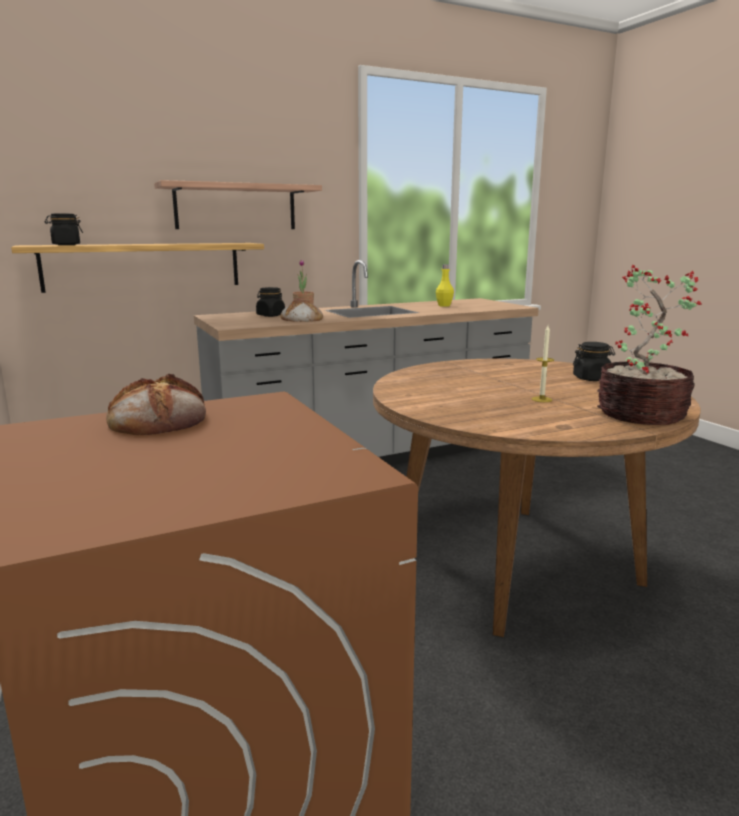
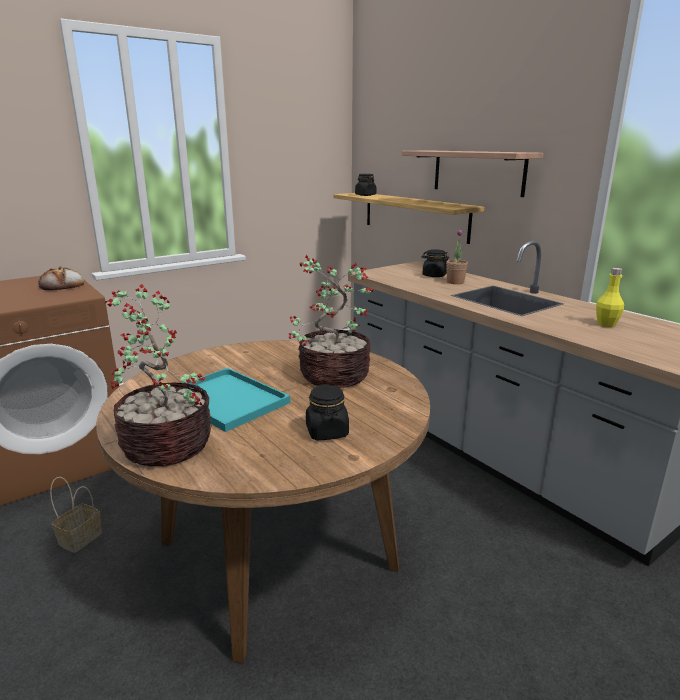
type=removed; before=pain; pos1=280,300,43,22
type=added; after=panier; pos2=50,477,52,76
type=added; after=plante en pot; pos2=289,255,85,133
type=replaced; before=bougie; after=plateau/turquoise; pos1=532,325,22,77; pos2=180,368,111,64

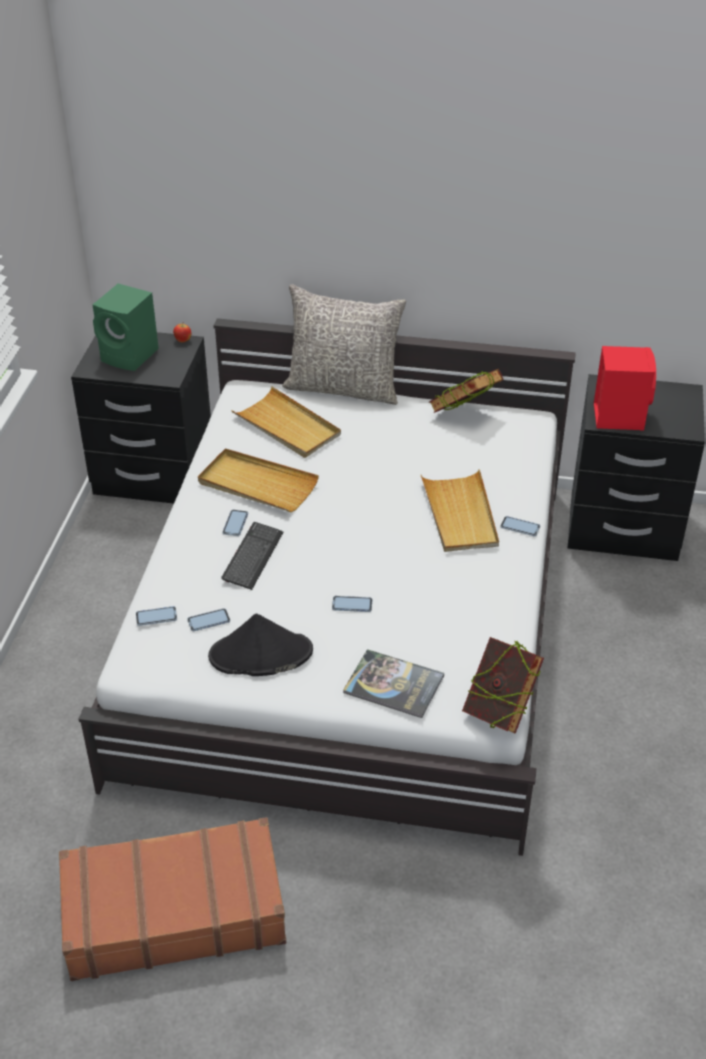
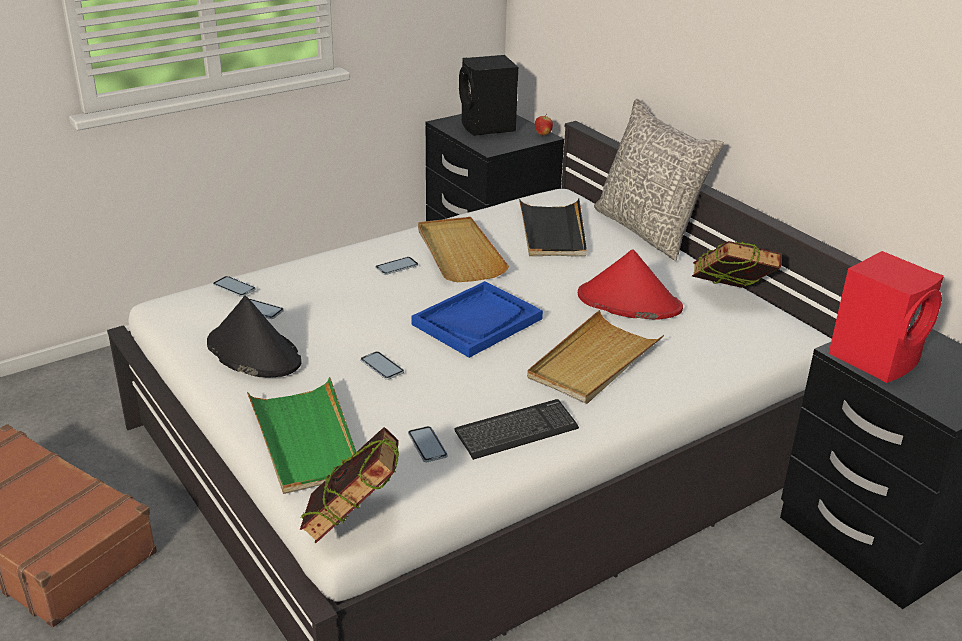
type=added; after=plateau/bleu; pos2=411,281,132,77
type=added; after=chapeau/rouge; pos2=578,249,105,71
type=moved; before=clavier; pos1=221,522,62,68; pos2=455,399,124,61
type=moved; before=téléphone; pos1=501,516,39,20; pos2=408,426,39,36
type=replaced; before=livre; after=plateau/vert; pos1=343,649,101,69; pos2=247,377,109,117
type=recoloured; before=enceinte/vert; after=enceinte/noir; pos1=92,284,67,87; pos2=459,55,59,81
type=recoloured; before=plateau/beige; after=plateau/noir; pos1=231,386,110,72; pos2=519,198,68,59

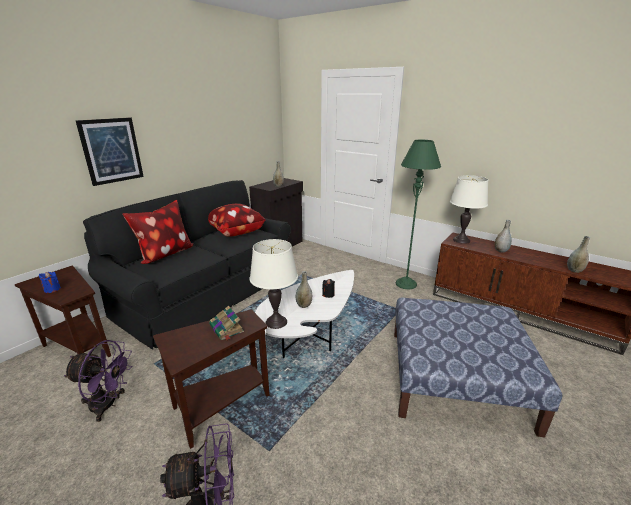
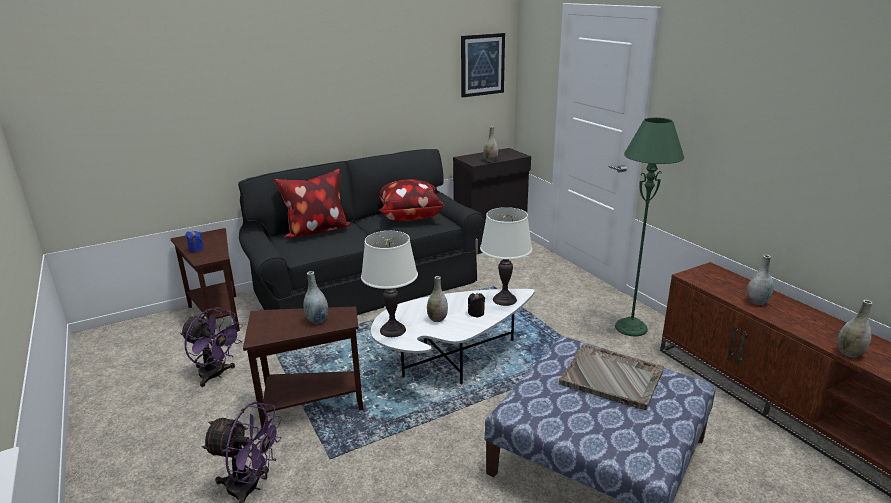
type=added; after=plateau/gris; pos2=559,344,105,66
type=moved; before=tableau; pos1=76,117,68,69; pos2=461,33,44,64
type=moved; before=lampe de table/blanc; pos1=450,175,39,69; pos2=480,207,52,99
type=replaced; before=livre; after=vase/gris; pos1=209,306,35,34; pos2=304,271,24,53

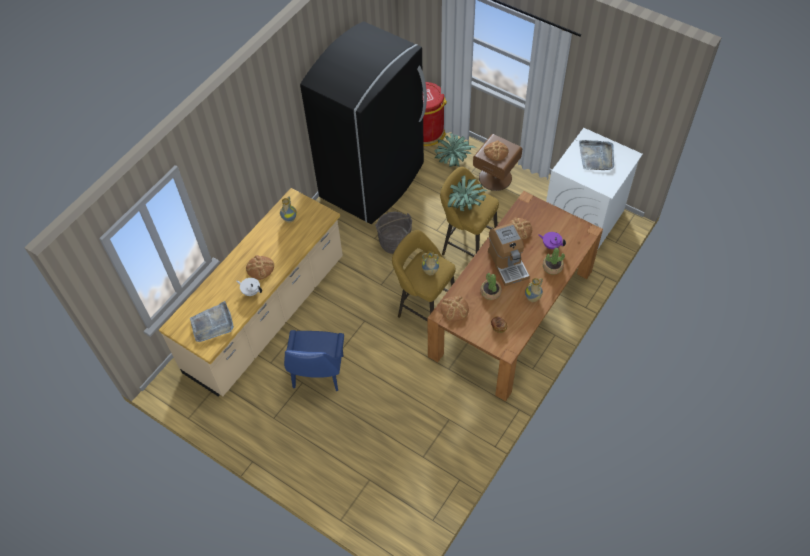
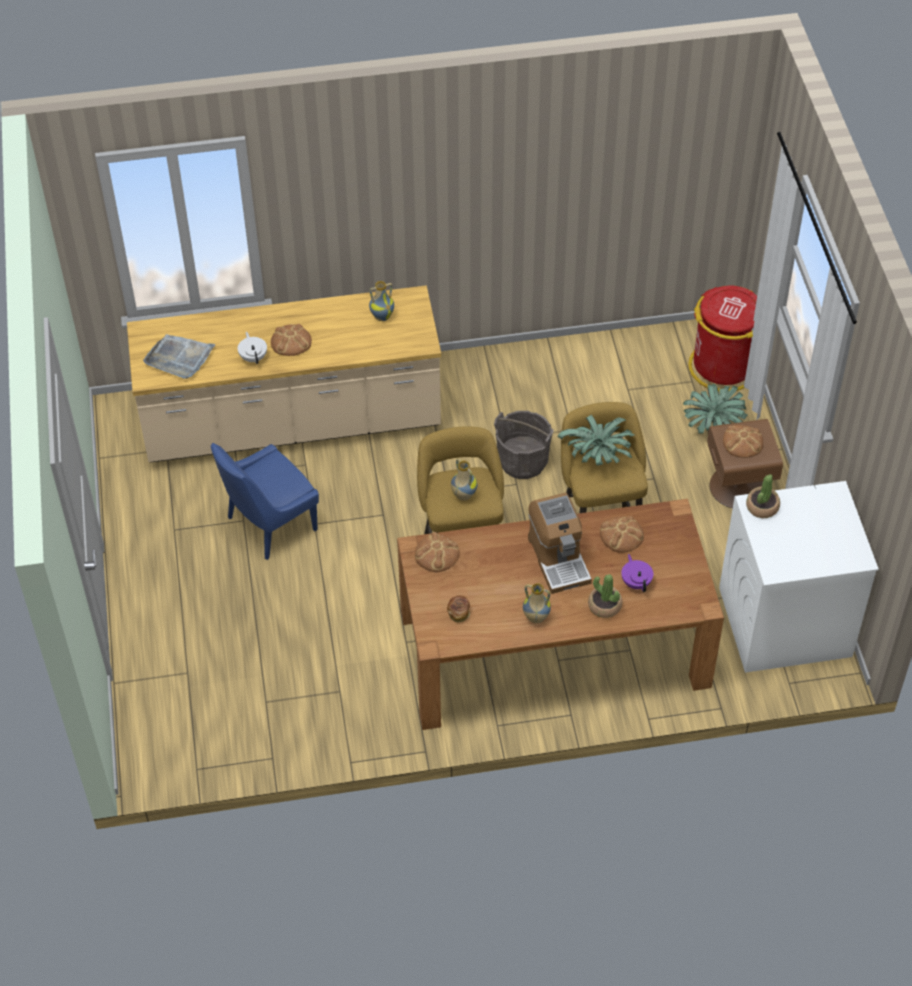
type=removed; before=réfrigérateur/noir; pos1=300,21,127,203
type=removed; before=plateau/gris; pos1=579,140,35,30
type=moved; before=plante en pot; pos1=480,273,22,27; pos2=746,474,34,44
type=turned; before=machine à café; pos1=488,223,42,63; pos2=528,493,64,101; turn=-45

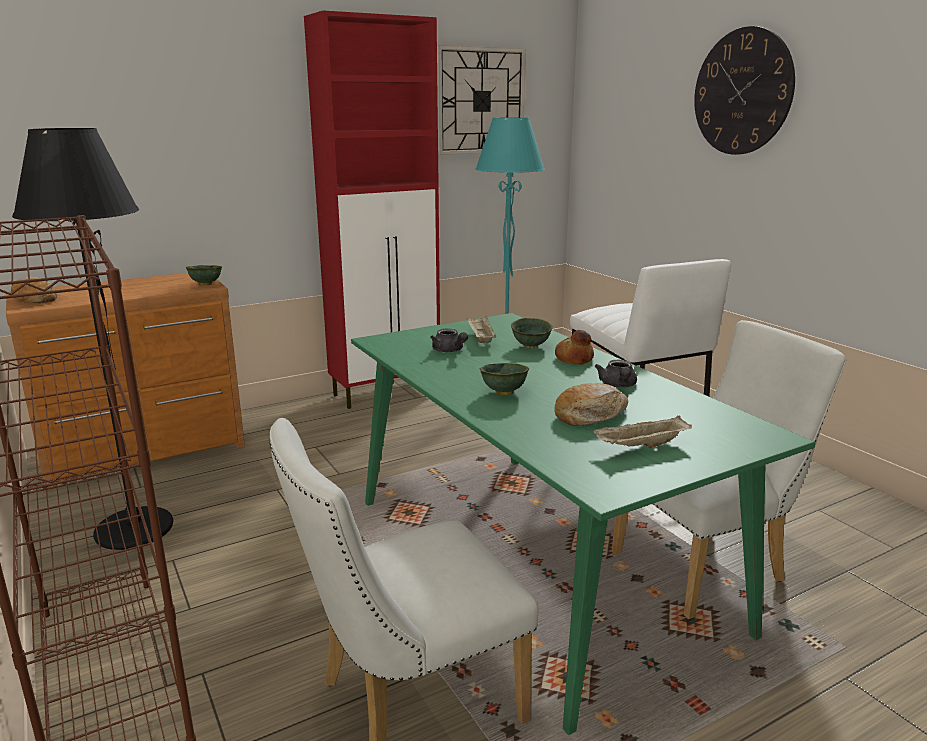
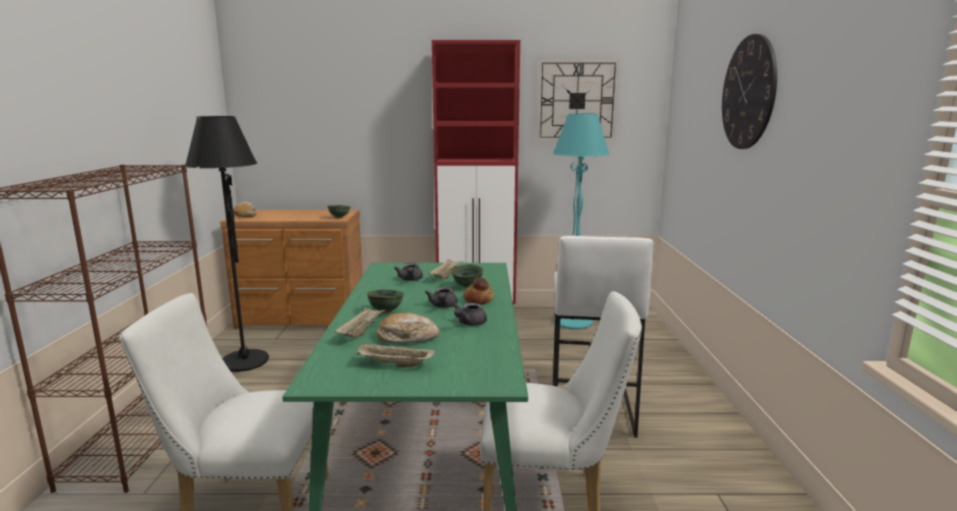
type=added; after=plateau/beige; pos2=334,307,51,31
type=added; after=théière/gris; pos2=425,287,33,21

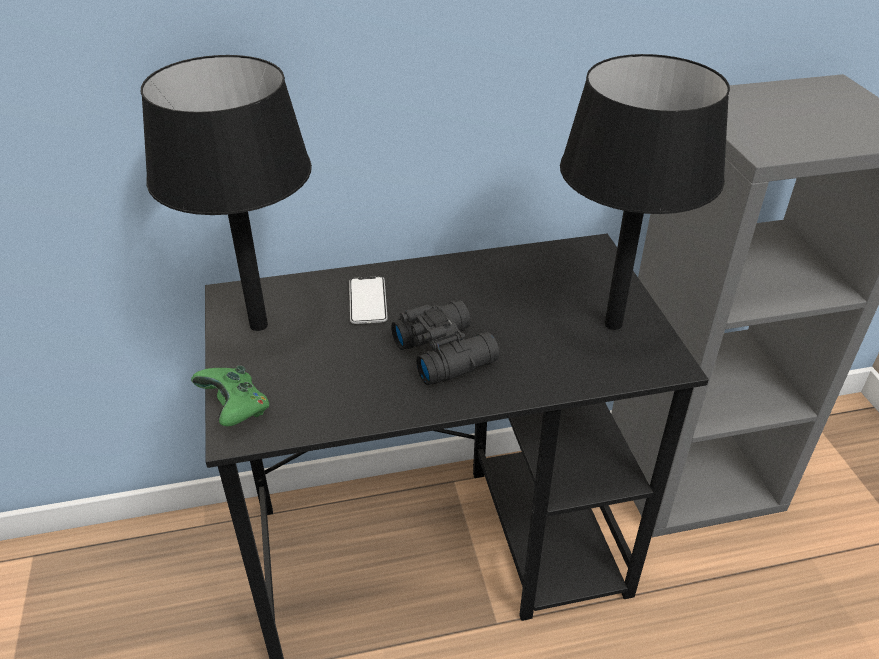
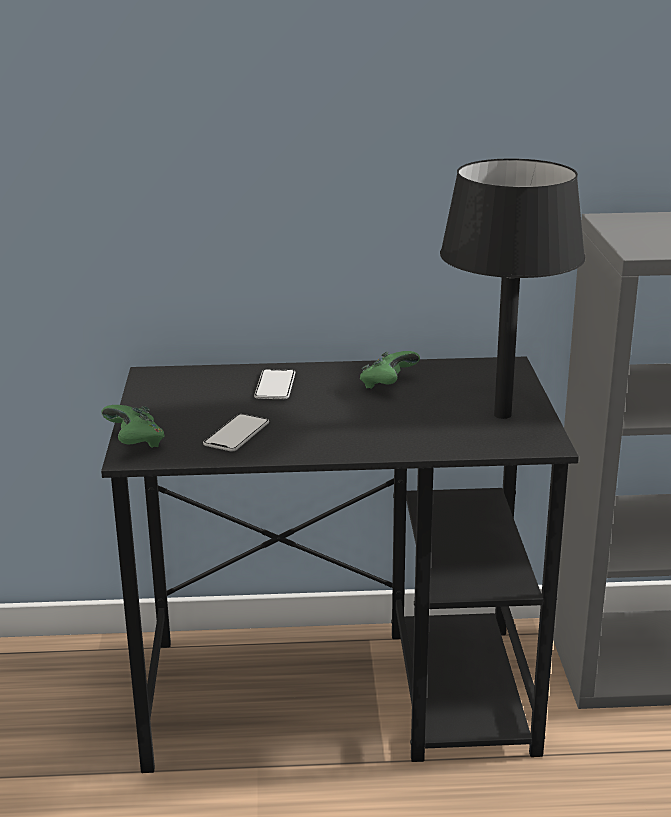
type=removed; before=lampe de table/noir; pos1=141,55,171,276
type=removed; before=jumelles/noir; pos1=391,301,108,84
type=added; after=téléphone; pos2=203,414,66,37
type=added; after=manette/vert; pos2=360,351,60,38

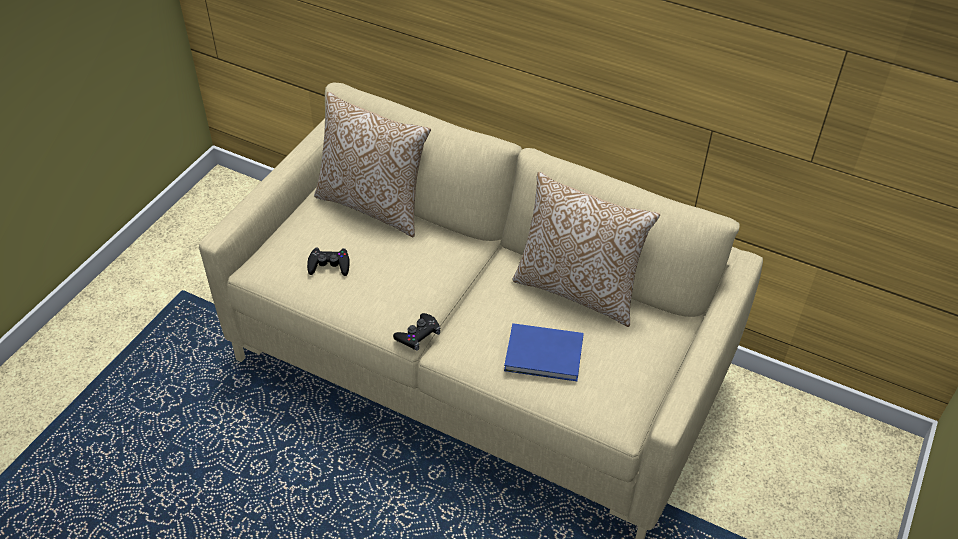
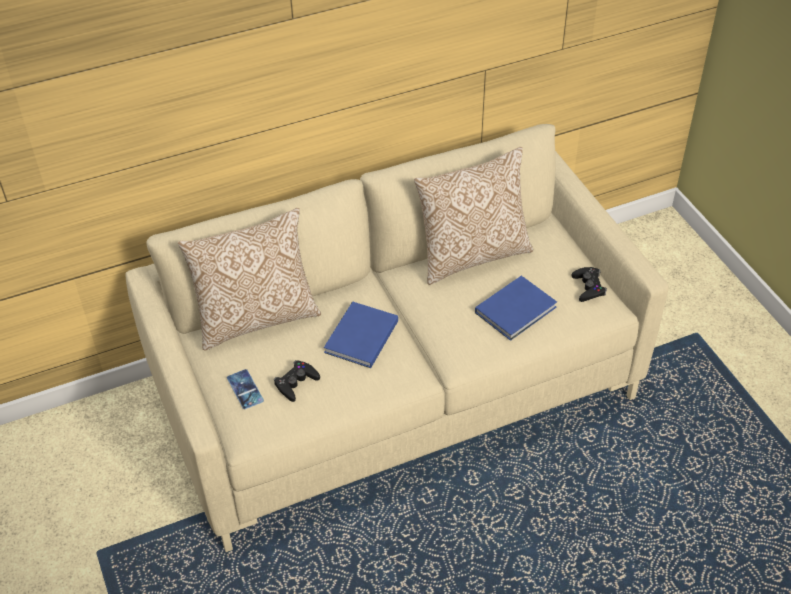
type=added; after=téléphone; pos2=227,369,37,40
type=added; after=livre/bleu; pos2=324,301,74,67
type=moved; before=manette/noir; pos1=393,313,47,38; pos2=571,267,36,35

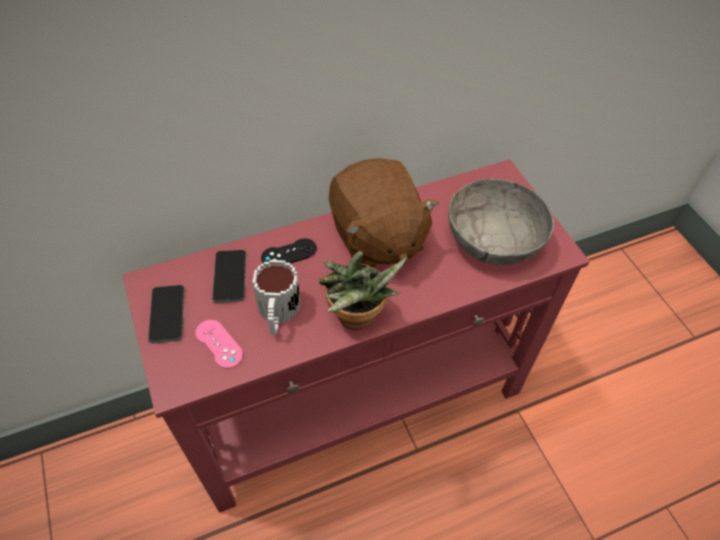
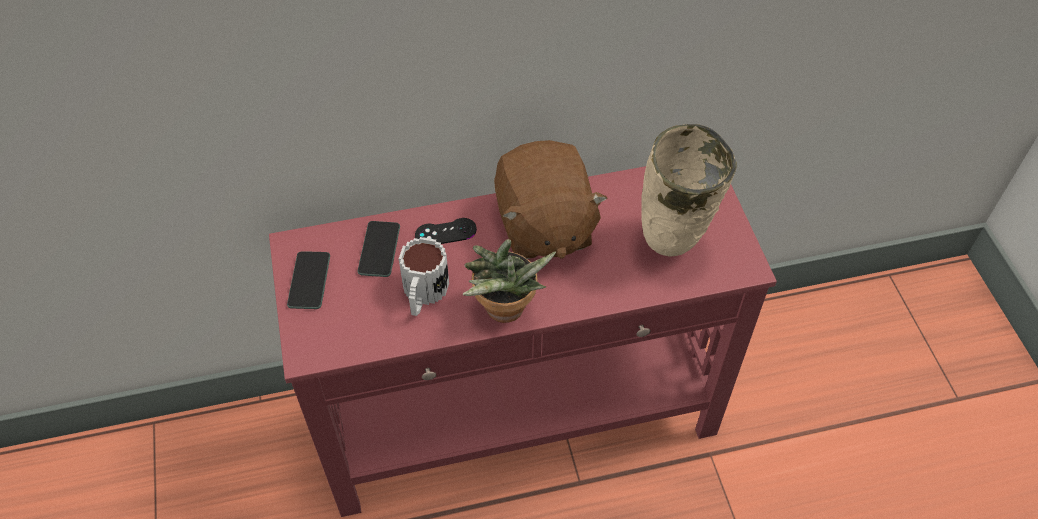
type=removed; before=manette/rose; pos1=195,320,48,49
type=replaced; before=bol/gris; after=vase/beige; pos1=448,179,106,86; pos2=641,124,96,133

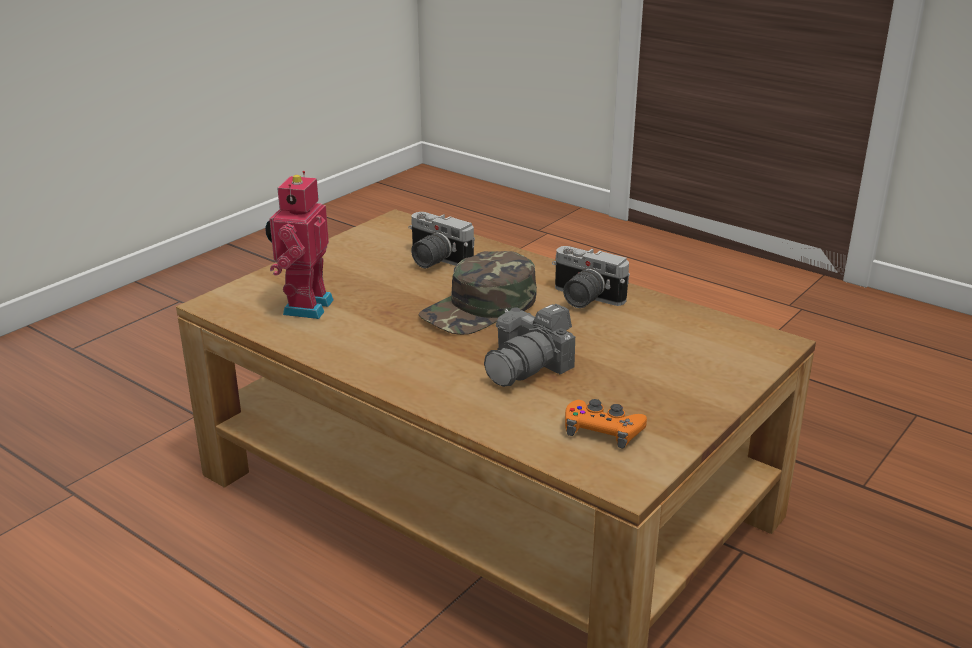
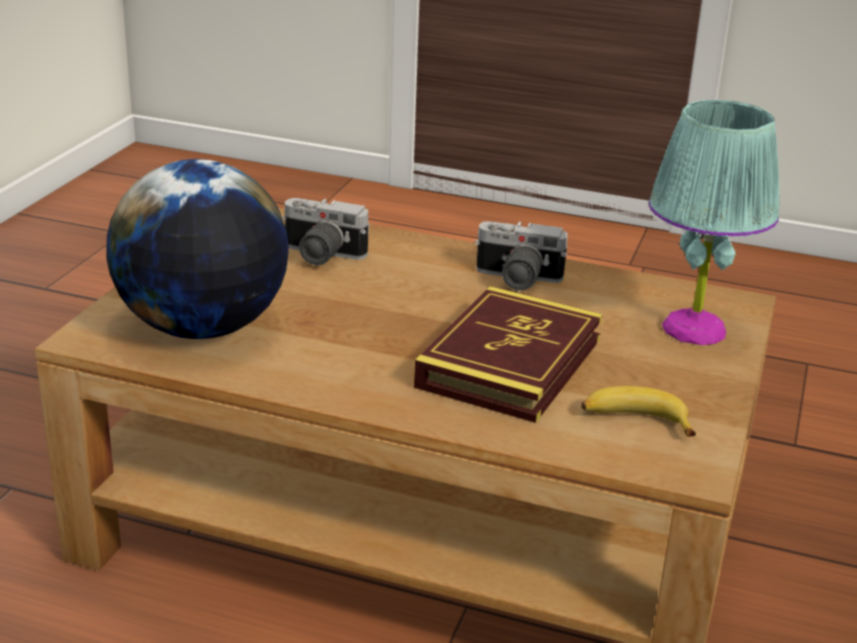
type=removed; before=casquette/vert; pos1=418,251,119,84
type=added; after=lampe de table/turquoise; pos2=649,100,131,245
type=replaced; before=robot jouet; after=globe; pos1=265,171,69,148; pos2=107,159,182,180
type=replaced; before=appareil photo; after=livre; pos1=484,304,91,83; pos2=414,286,189,137
type=replaced; before=manette/orange; after=banane; pos1=565,399,82,49; pos2=581,386,115,50

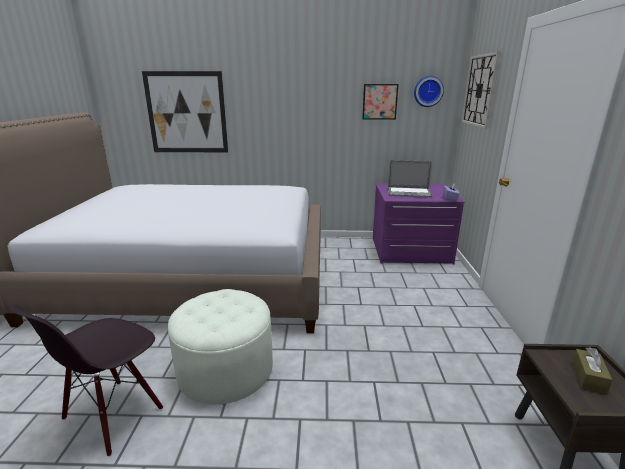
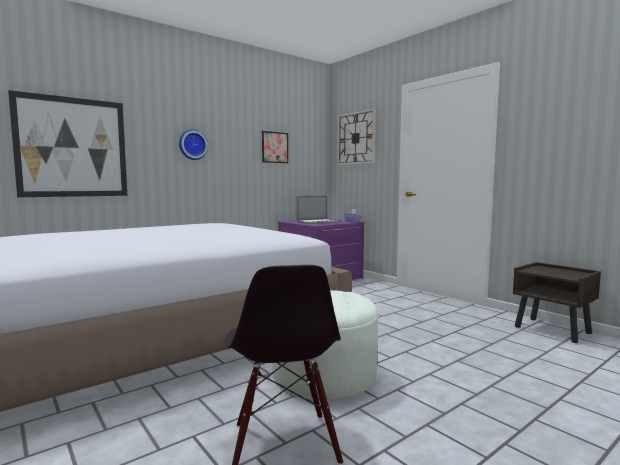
type=removed; before=boîte à mouchoirs/marron; pos1=572,347,41,47
type=moved; before=horloge murale; pos1=414,76,30,31; pos2=179,129,29,31

